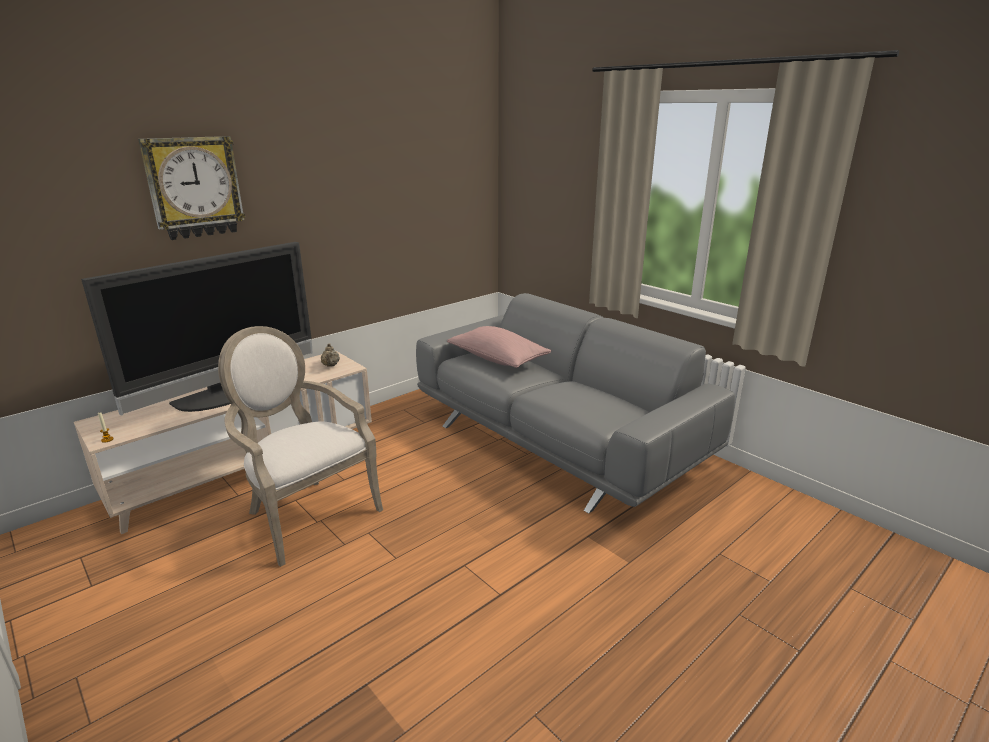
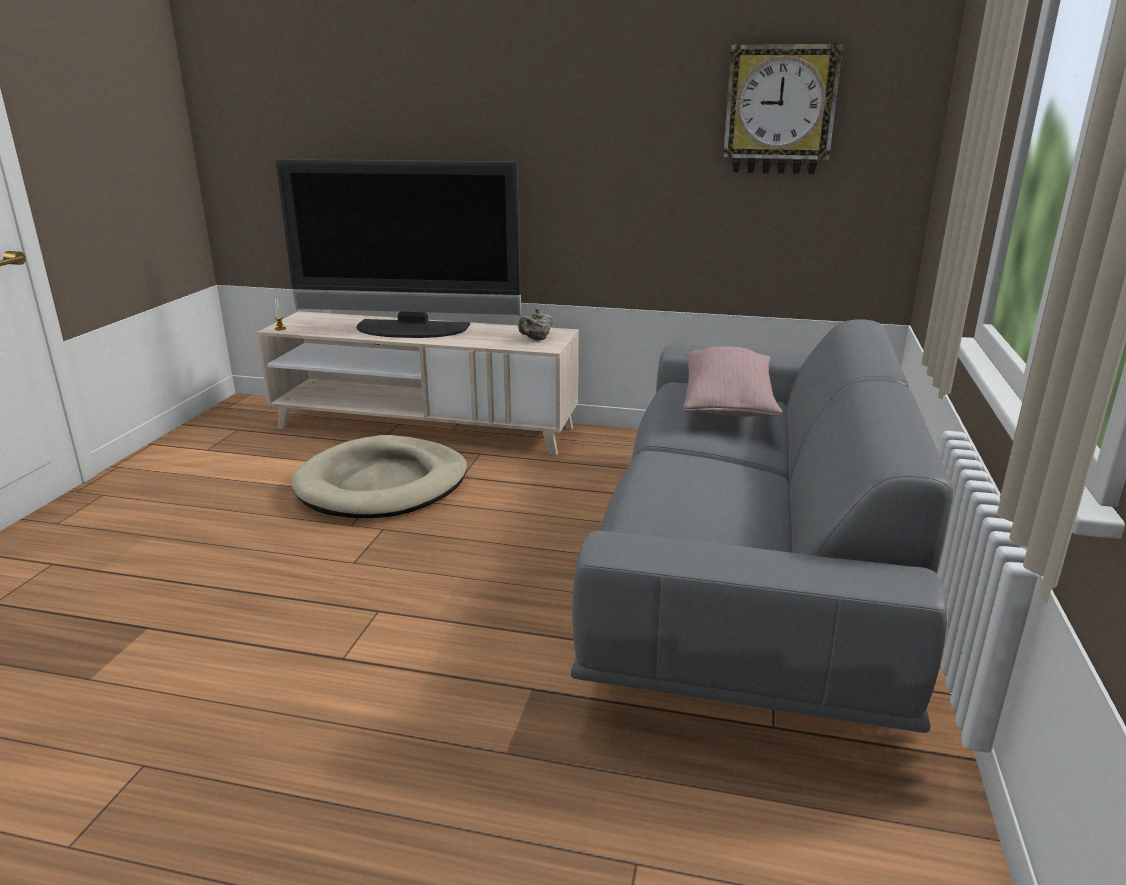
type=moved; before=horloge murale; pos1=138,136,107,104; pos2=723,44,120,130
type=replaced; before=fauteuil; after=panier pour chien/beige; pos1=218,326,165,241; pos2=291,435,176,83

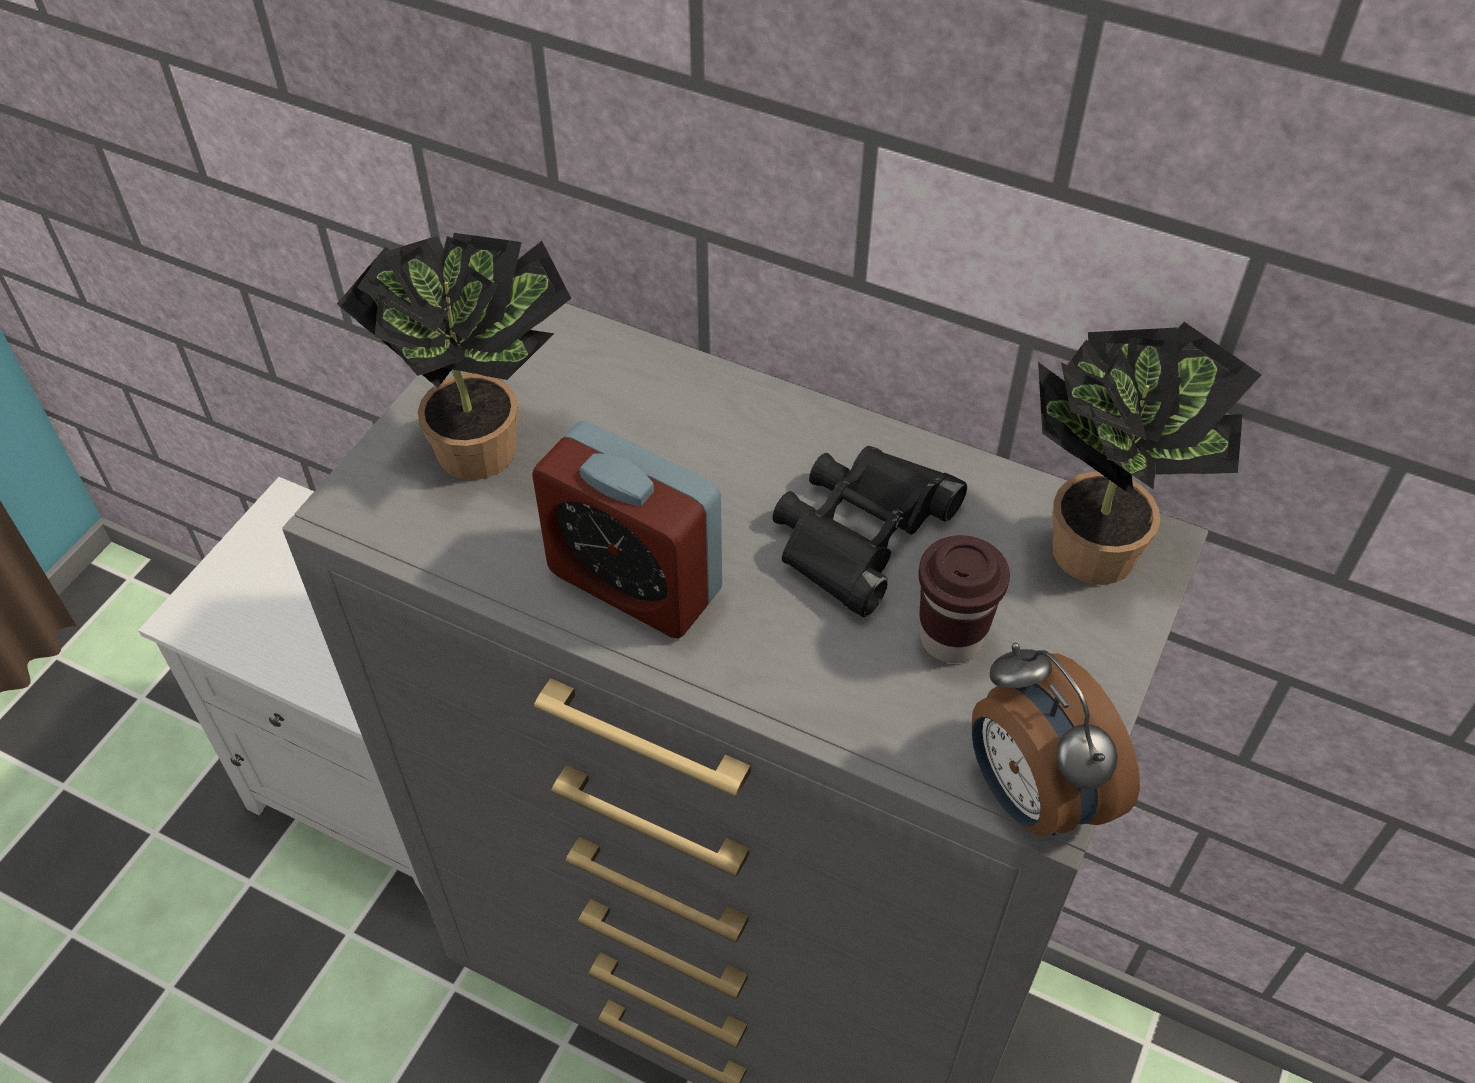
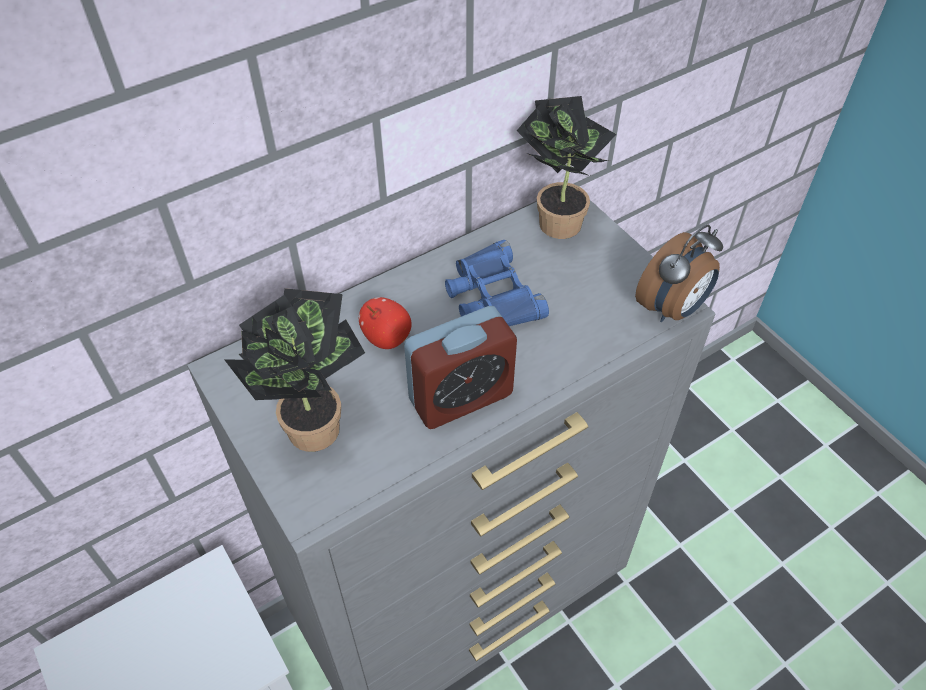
type=removed; before=tasse/marron; pos1=918,535,92,128
type=added; after=pomme; pos2=359,297,53,52
type=recoloured; before=jumelles/noir; after=jumelles/bleu; pos1=773,446,194,171; pos2=445,240,104,86
type=turned; before=réveil; pos1=972,643,168,193; pos2=635,225,88,97; turn=-45

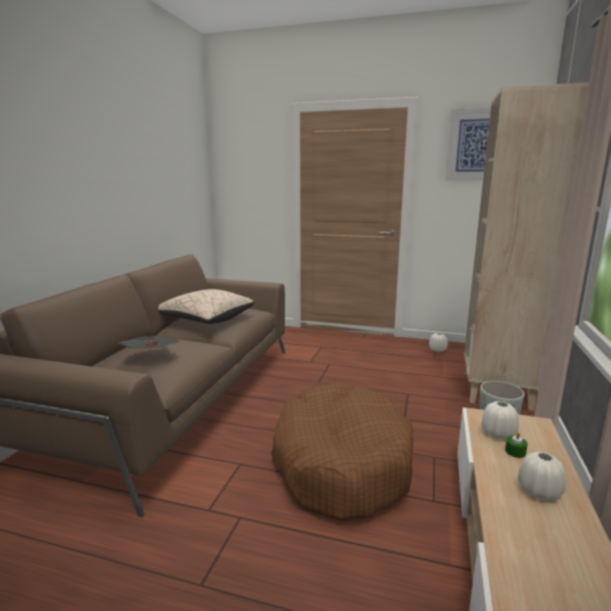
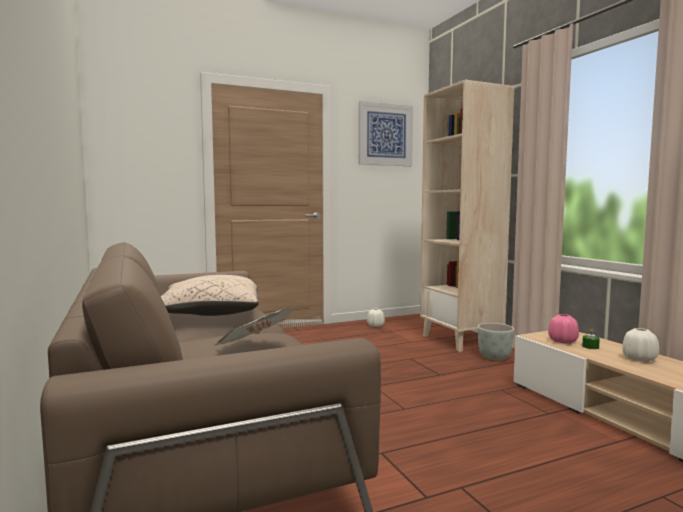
type=removed; before=panier pour chien/marron; pos1=271,382,142,139
type=recoloured; before=vase/blanc; after=vase/rose; pos1=482,401,37,38; pos2=548,314,31,30

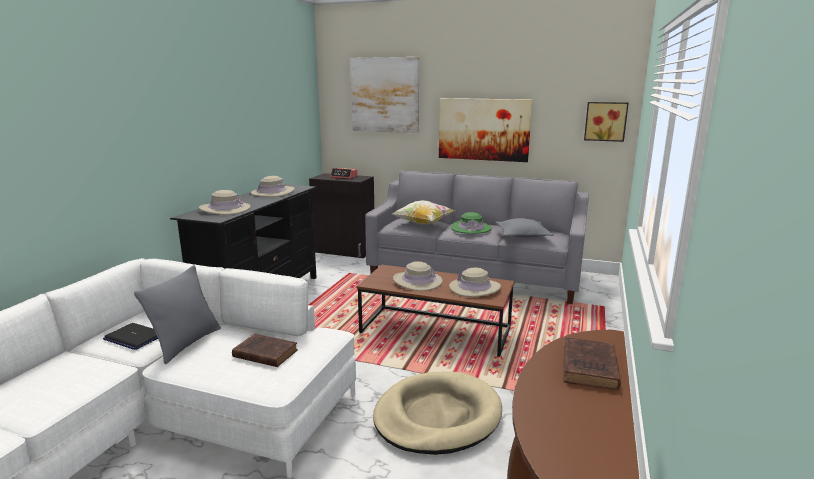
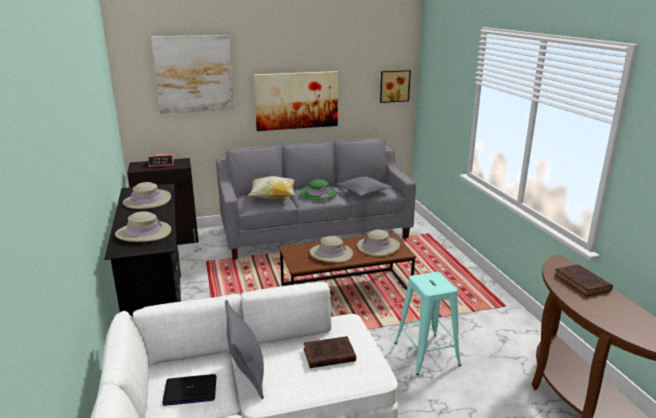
type=replaced; before=panier pour chien/beige; after=tabouret/turquoise; pos1=373,371,129,84; pos2=394,272,67,103

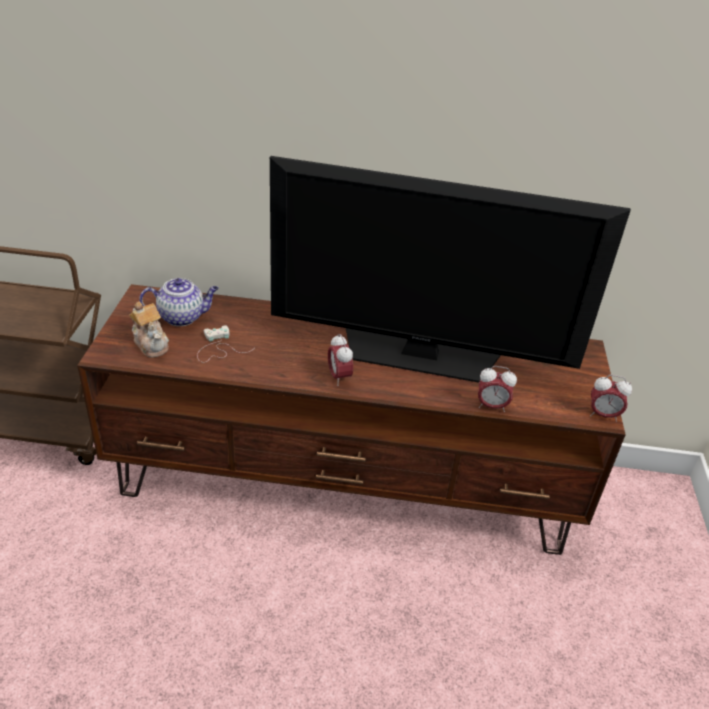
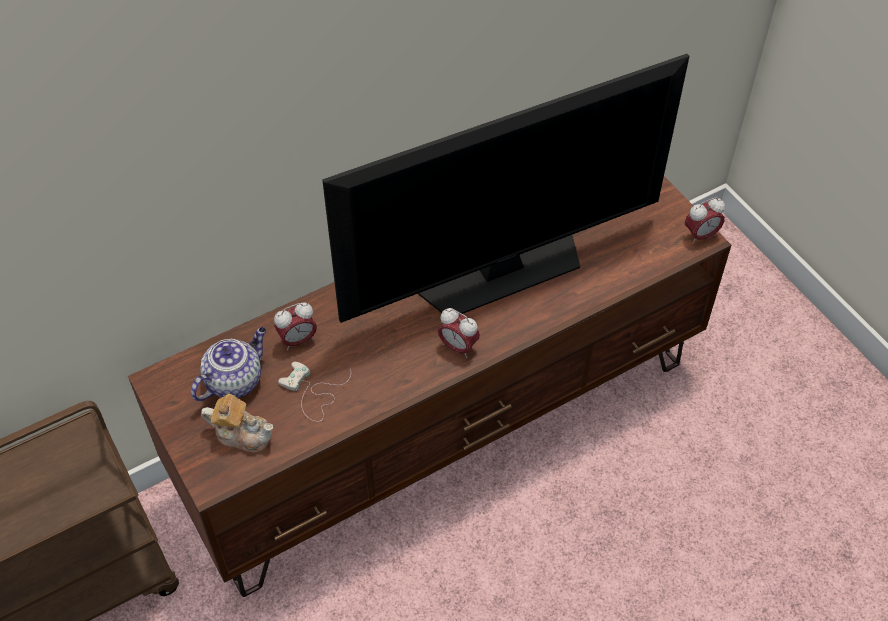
type=moved; before=réveil; pos1=478,366,39,46; pos2=274,302,43,49

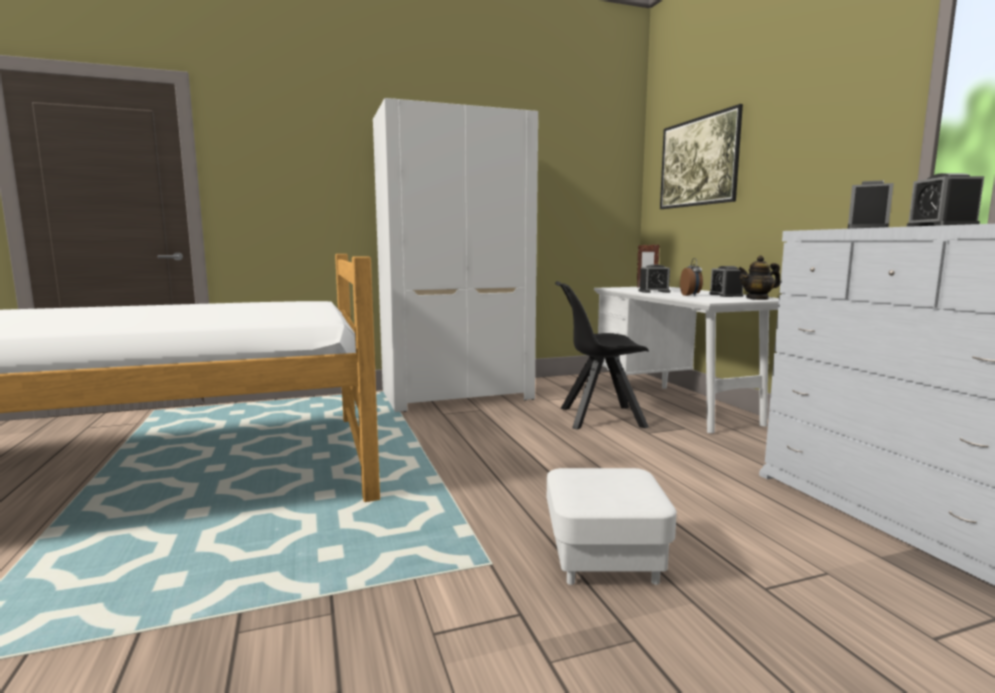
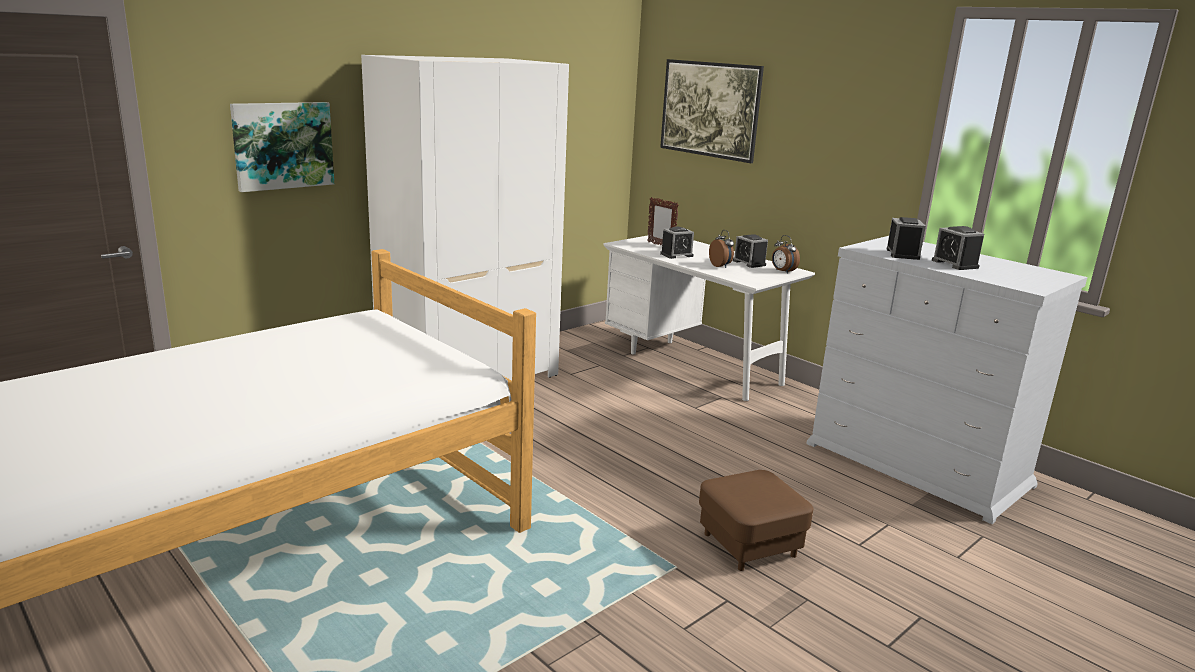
type=removed; before=chaise/noir; pos1=555,281,94,149
type=added; after=tableau; pos2=230,102,104,90
type=replaced; before=théière; after=réveil; pos1=738,256,42,44; pos2=772,235,28,39
type=recoloured; before=pouf/blanc; after=pouf/marron; pos1=547,468,130,117; pos2=699,470,114,101

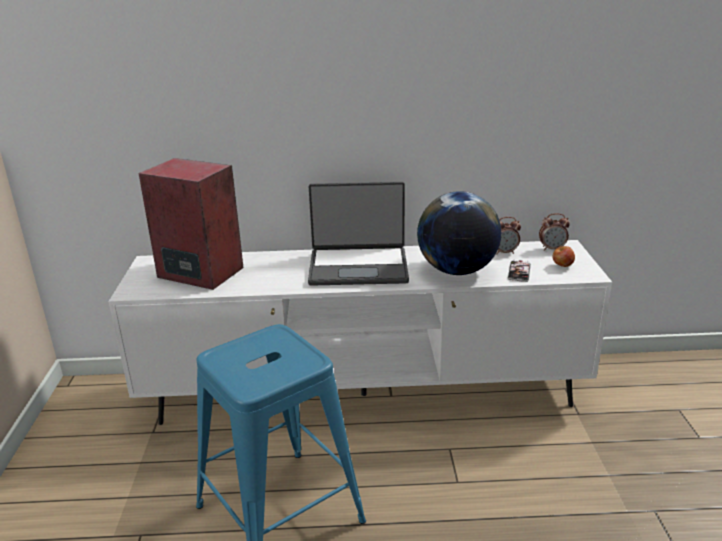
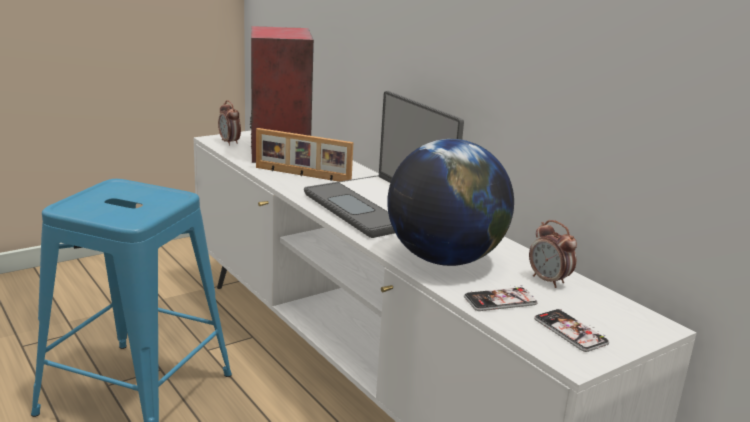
type=added; after=cadre photo; pos2=256,128,97,54
type=moved; before=réveil; pos1=539,213,31,38; pos2=218,100,23,46
type=replaced; before=pomme; after=téléphone; pos1=552,246,23,21; pos2=534,309,75,43

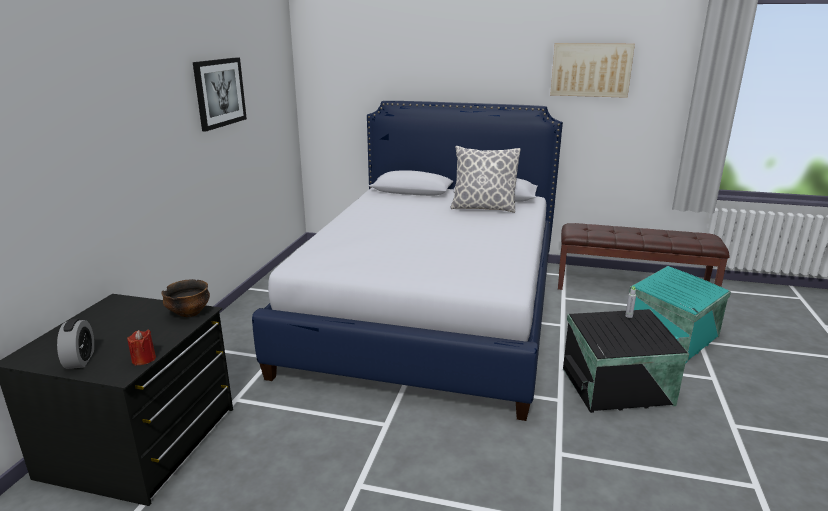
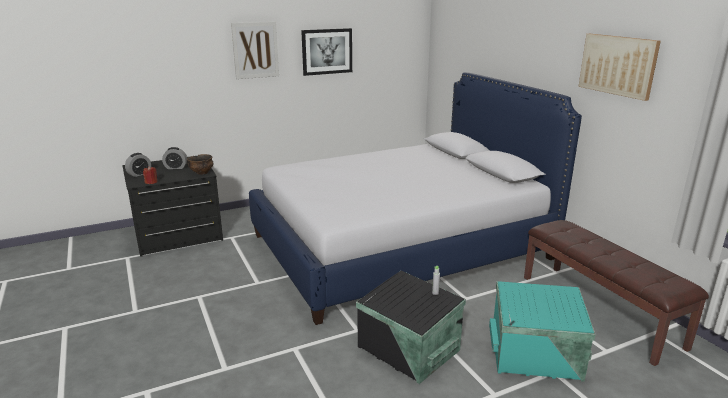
type=removed; before=coussin; pos1=450,146,71,67
type=added; after=réveil; pos2=162,147,25,22
type=added; after=tableau; pos2=231,22,48,57

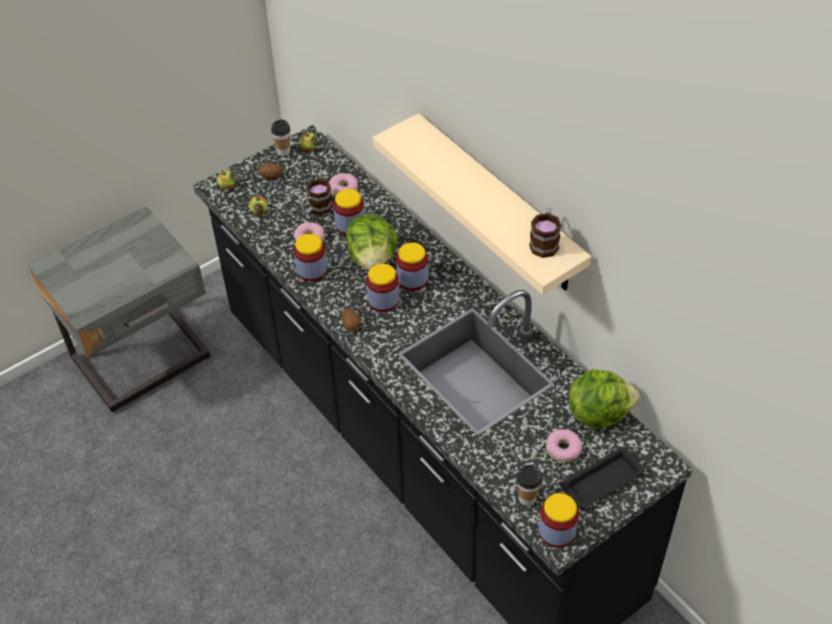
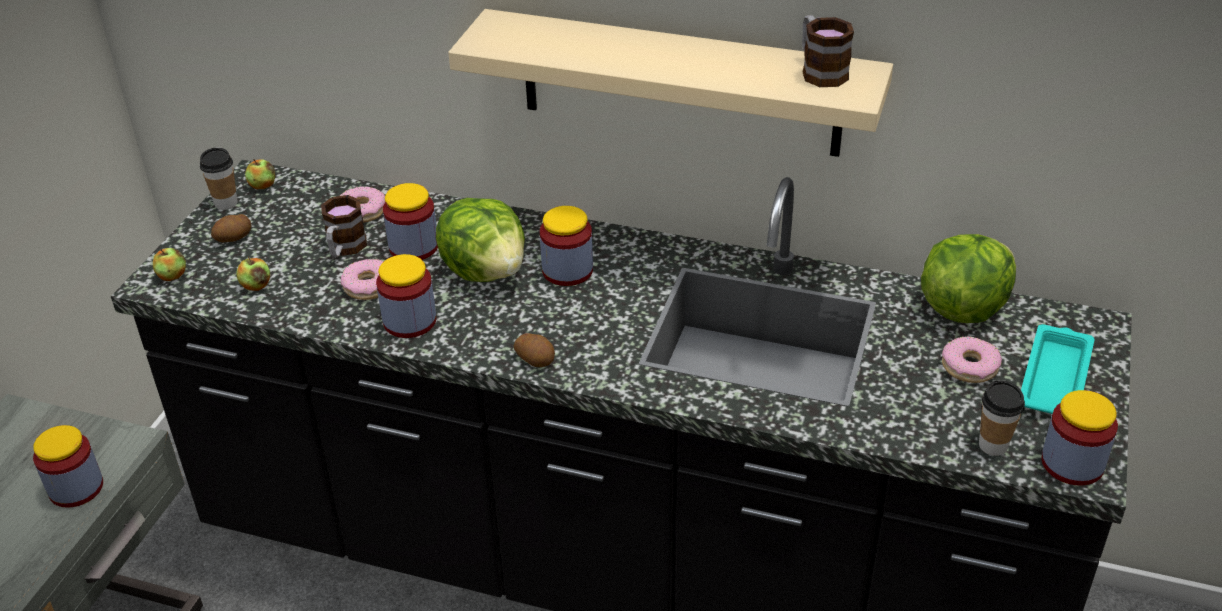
type=moved; before=bocal; pos1=366,264,33,48; pos2=33,425,70,83
type=recoloured; before=plateau/noir; after=plateau/turquoise; pos1=560,447,85,62; pos2=1021,324,74,90

